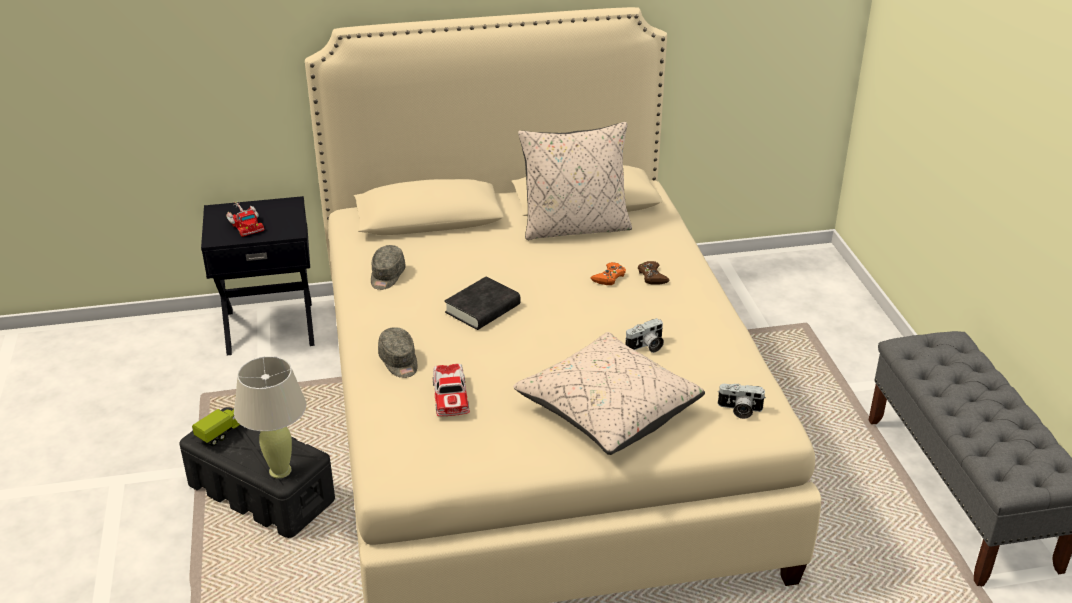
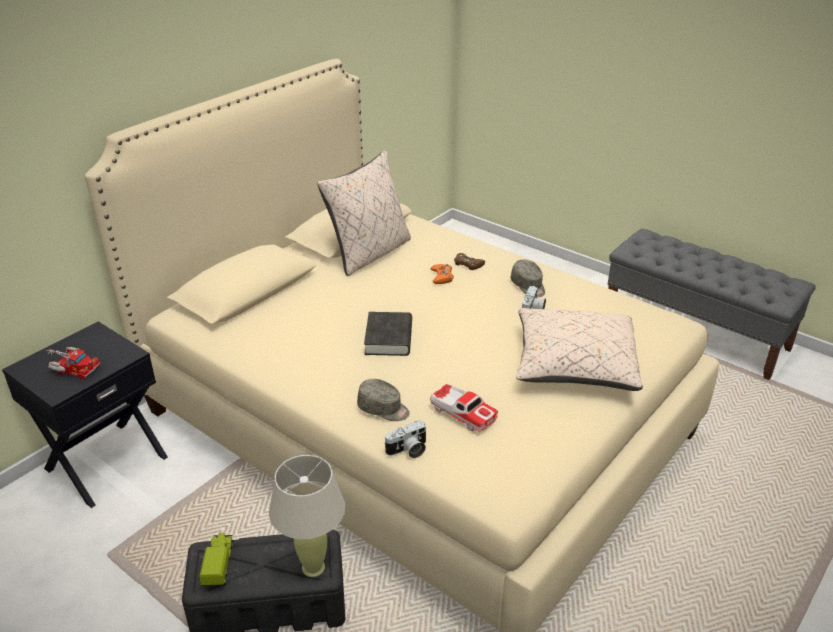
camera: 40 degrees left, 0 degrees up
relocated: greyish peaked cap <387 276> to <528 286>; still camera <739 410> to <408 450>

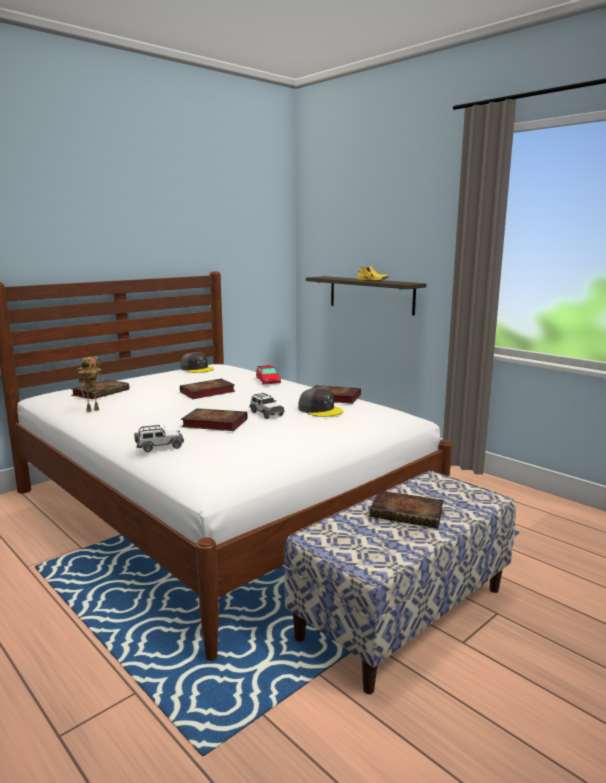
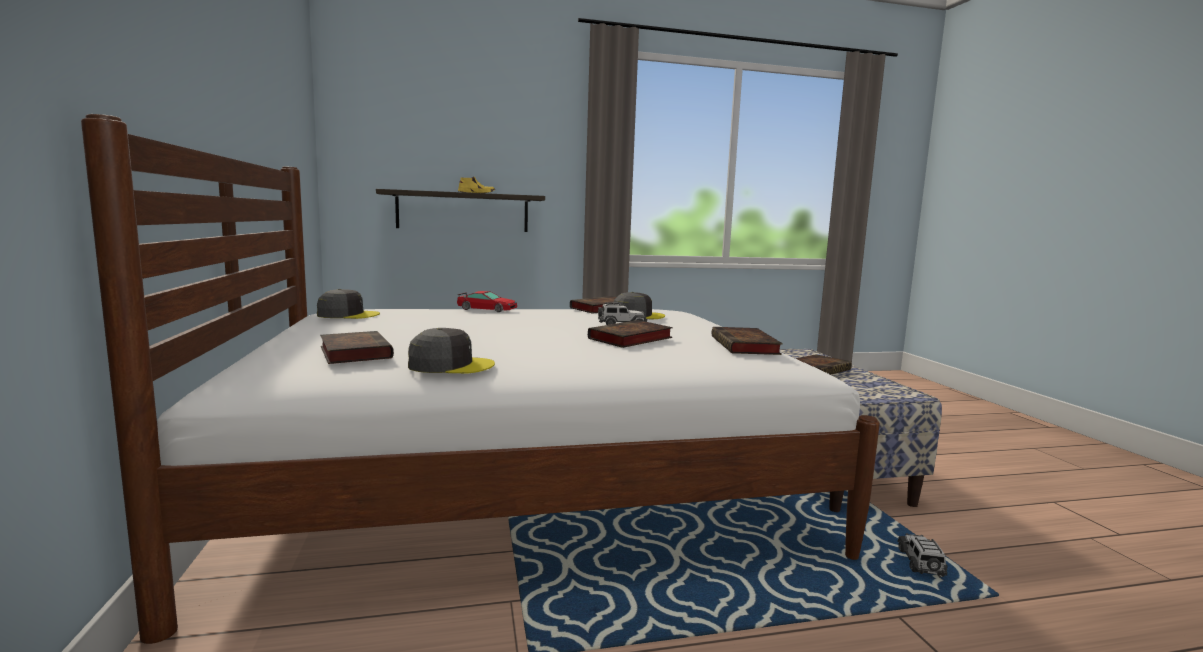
camera: 60 degrees left, 5 degrees down
relocated: model car <160 447> to <921 564>; bound book <206 392> to <746 346>
exchanged: toy robot <93 410> to greyish peaked cap <450 365>

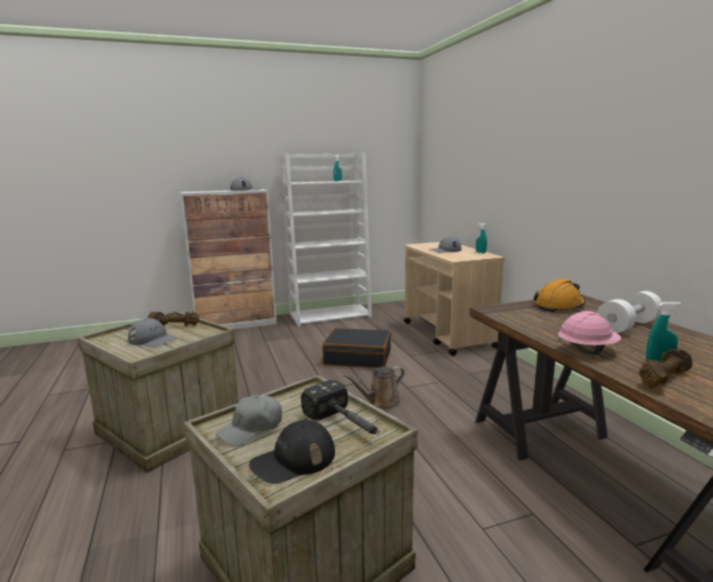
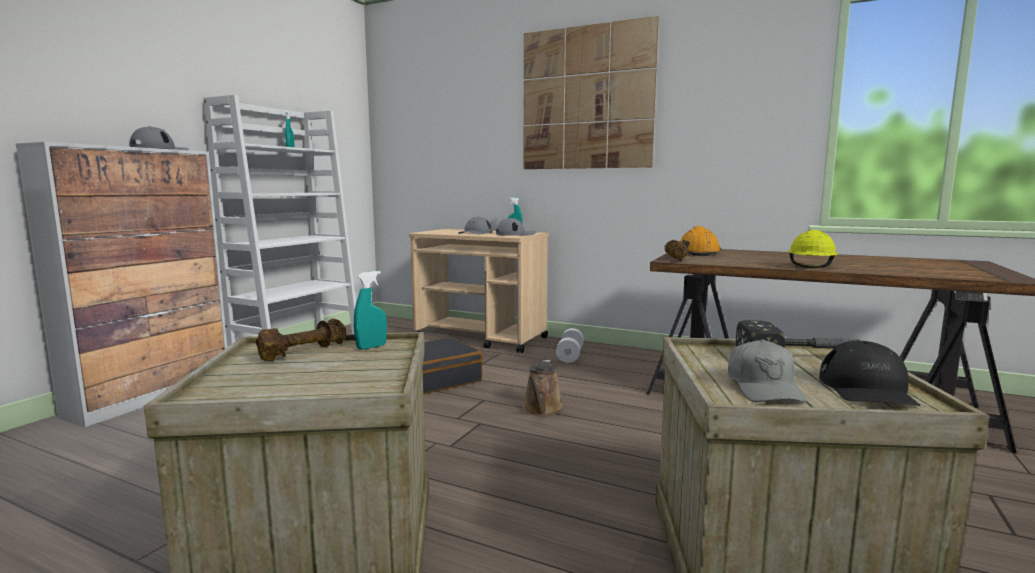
camera: 45 degrees left, 5 degrees down
appeared: wall art <586 98>
relocated: greyish peaked cap <152 339> to <516 234>; whitish dumbbell <628 326> to <570 355>; brown dumbbell <663 378> to <675 258>; turquoise-coloured hand sprayer <659 361> to <371 347>
colour: pink-coloured work helmet <587 350> to yellow work helmet <810 267>

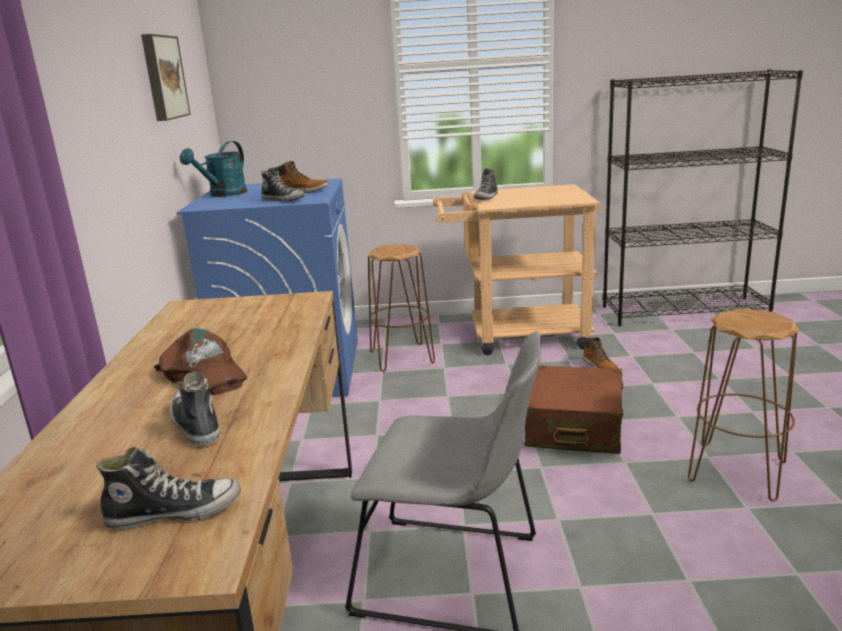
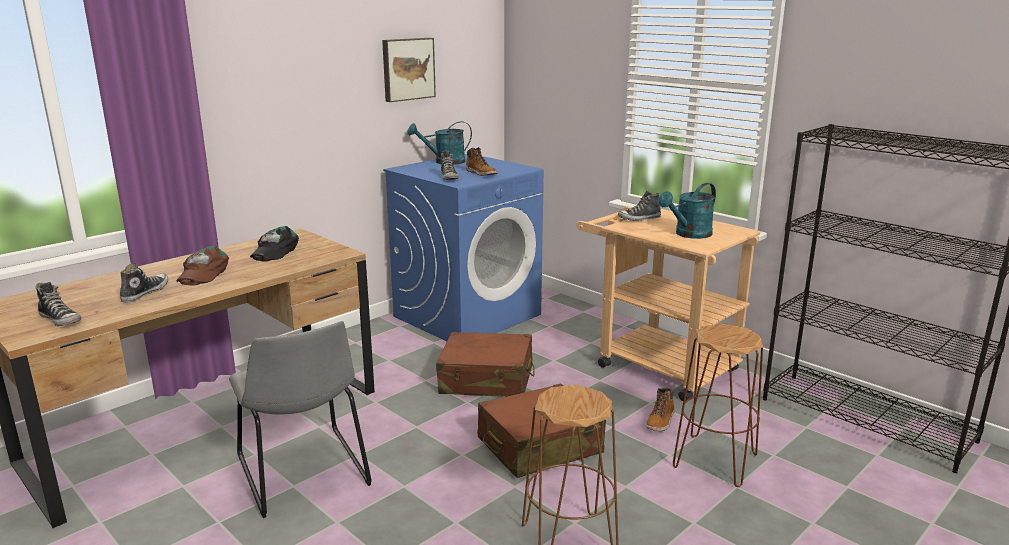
camera: 45 degrees right, 0 degrees up
appeared: black peaked cap <274 251>; brown travel case <487 380>; turquoise-coloured watering pot <689 234>
relocated: brown sitting stool <402 357> to <714 461>

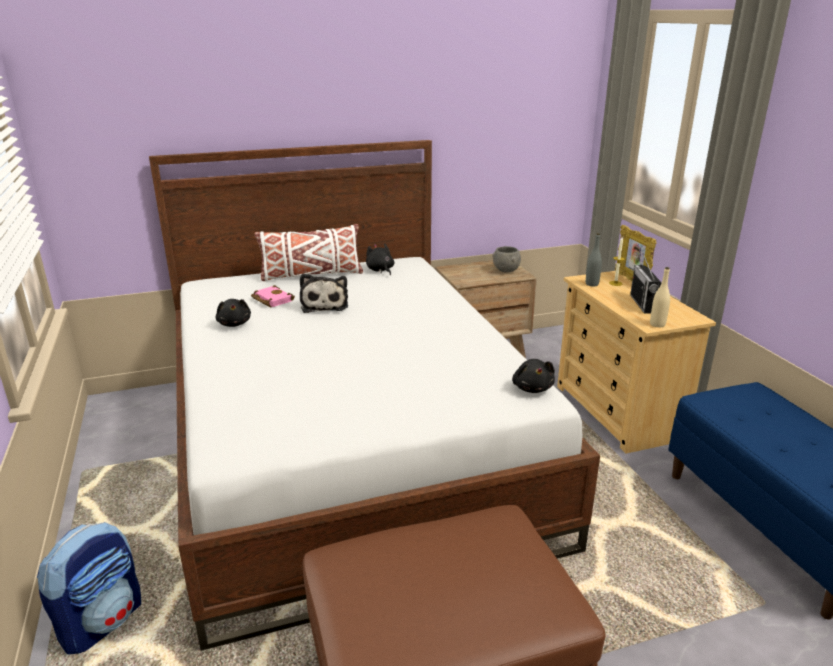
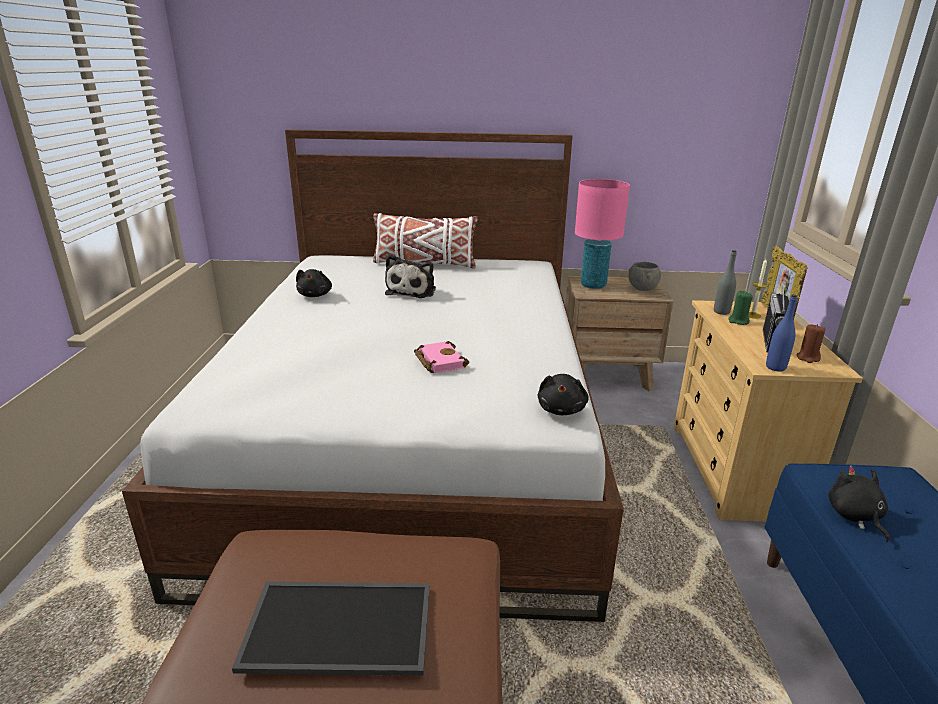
camera: 20 degrees right, 0 degrees up
missing: rucksack <102 621>
appeared: serving tray <336 629>; pink-coloured lamp for a table <593 285>; greenish wax candle <738 321>; brown wax candle <808 358>
relocated: pink-coloured bound book <271 300> to <438 361>; black plush toy <380 270> to <855 516>
colour: beige beverage bottle <657 324> to blue beverage bottle <775 367>

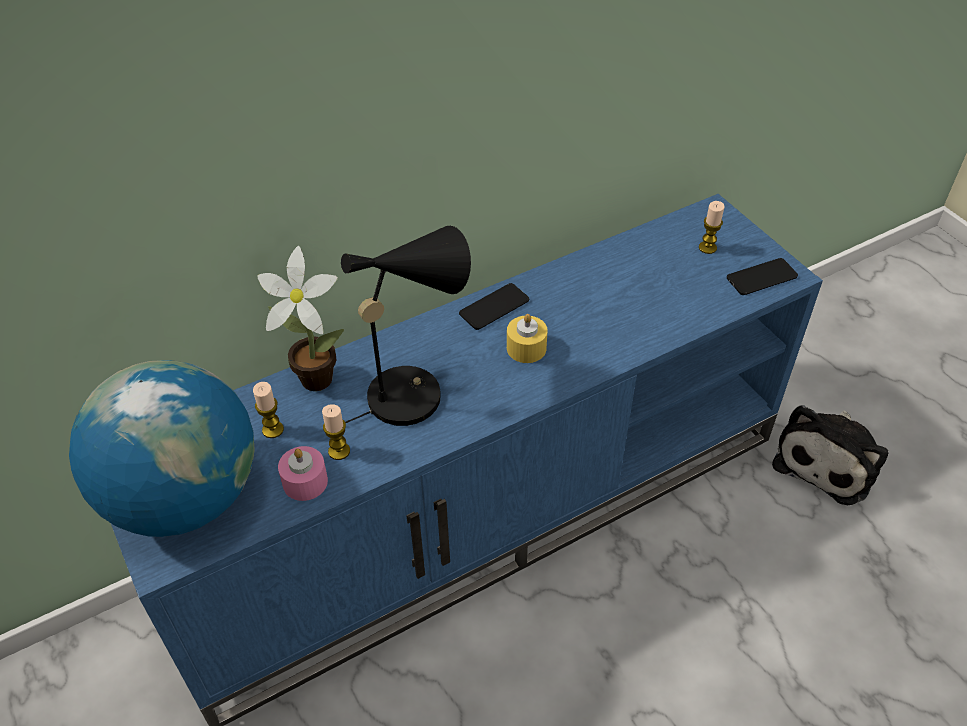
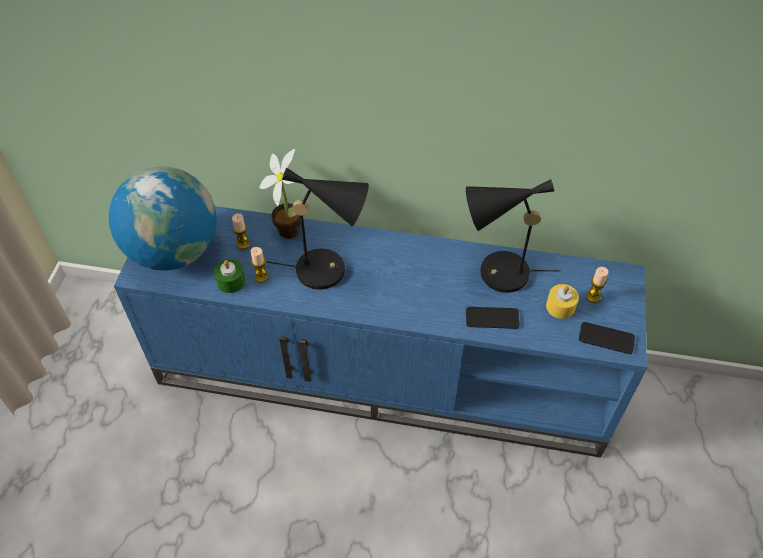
camera: 40 degrees right, 5 degrees up
missing: plush toy <828 460>
appeared: black lamp for a table <496 274>
relocated: telephone <494 307> to <492 318>; yellow wax candle <526 348> to <560 306>
colour: pink-coloured wax candle <305 482> to greenish wax candle <231 281>

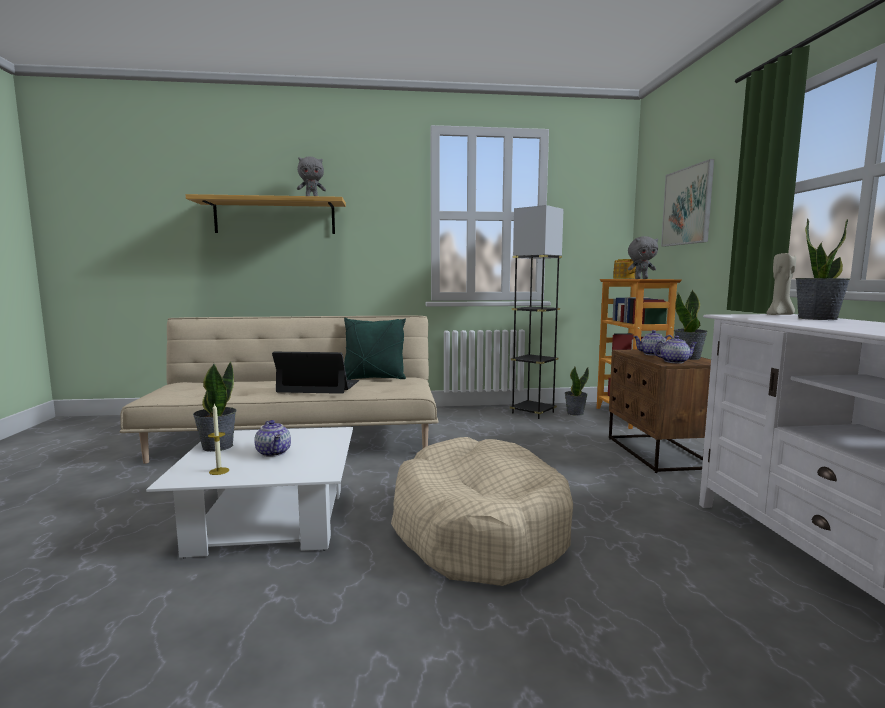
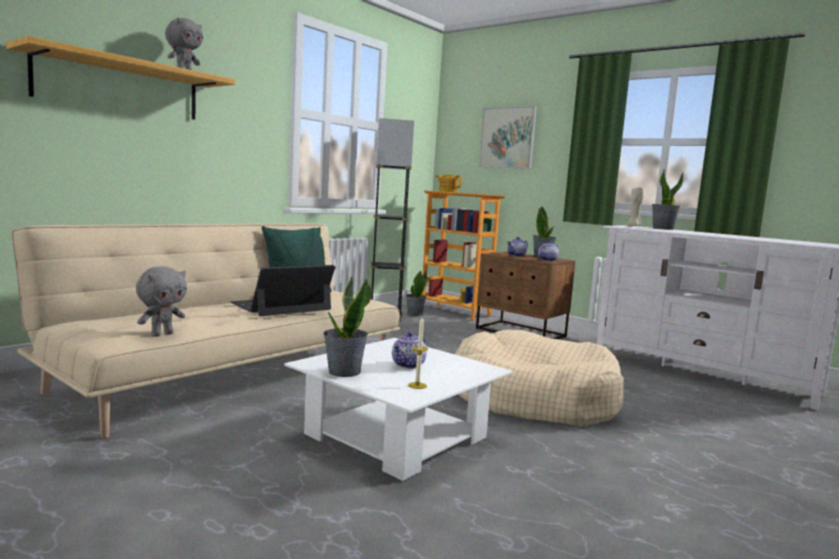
camera: 45 degrees left, 0 degrees up
relocated: greyish plush toy <641 279> to <162 334>
spun: pot for tea <274 453> = <408 365> 105 degrees clockwise

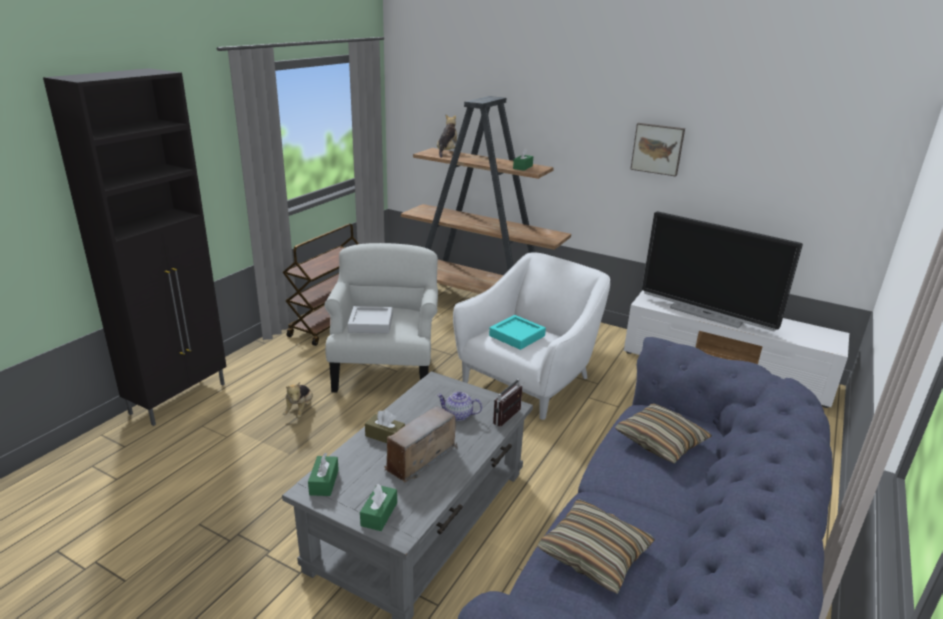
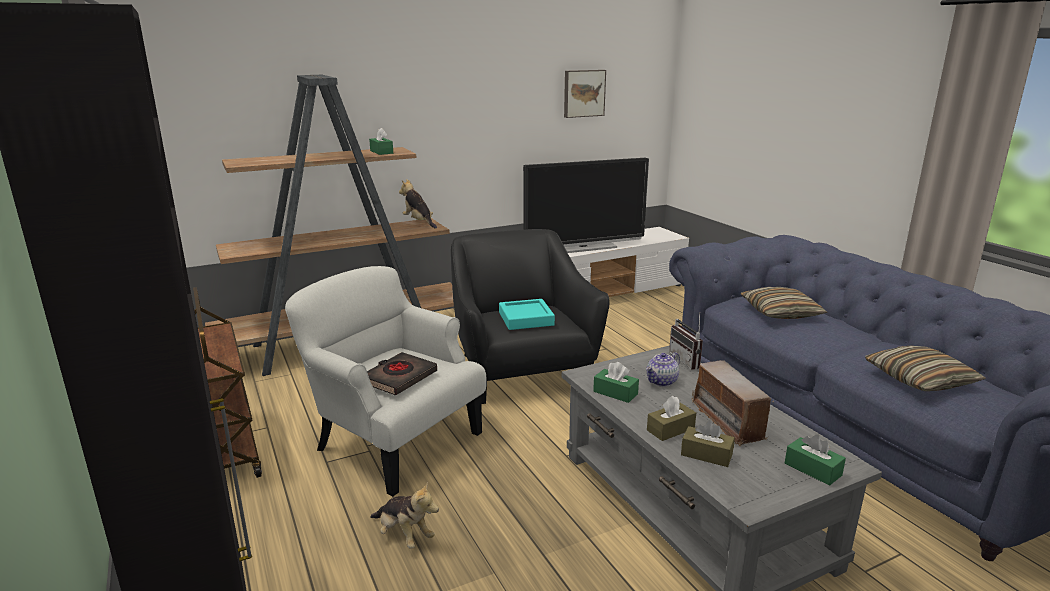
camera: 55 degrees left, 5 degrees down
appeared: brown box of tissues <706 454>
relocated: greenish box of tissues <324 482> to <615 393>; plush toy <447 152> to <419 222>; wall art <657 149> to <583 93>
exchanged: greyish serving tray <371 324> to black bound book <399 378>
colour: whitish easy chair <529 380> to black easy chair <521 370>

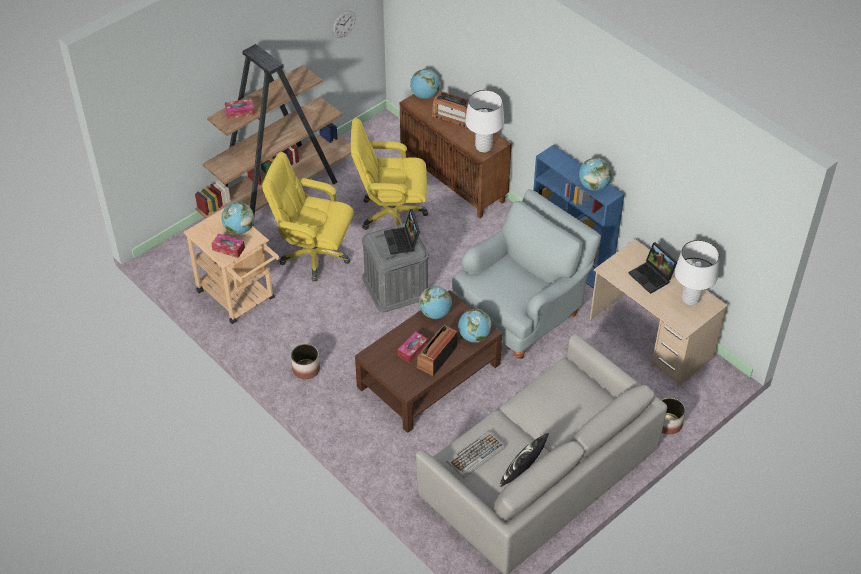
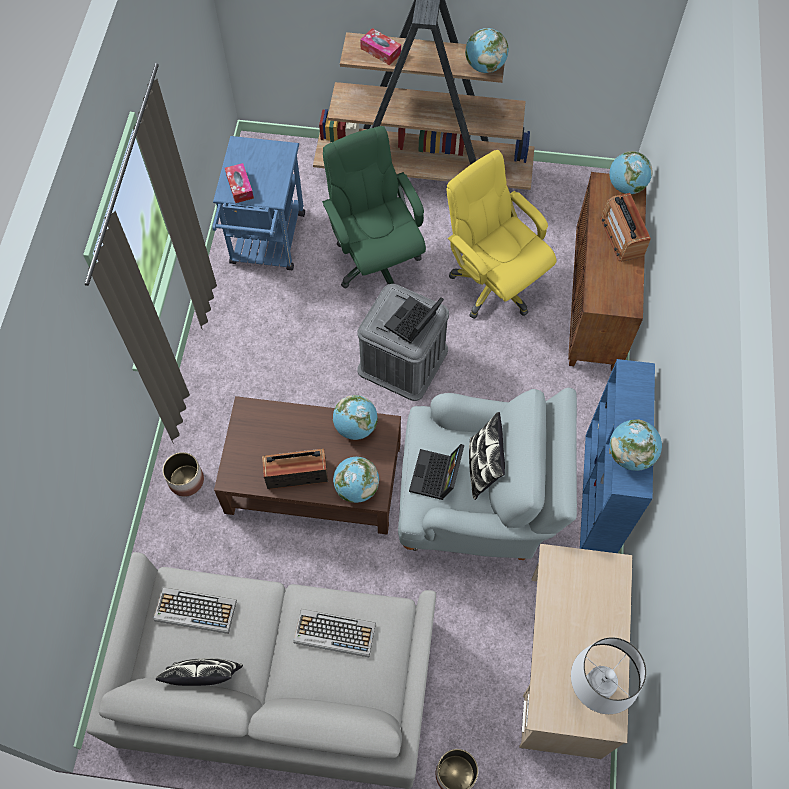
camera: 50 degrees right, 15 degrees up
missing: hanging clock <343 24>; box of tissues <413 350>; whitish lamp for a table <483 147>
appeared: computer keyboard <334 633>; cushion <483 468>
relocated: desk globe <239 229> to <485 66>; plant pot <306 369> to <186 480>; laptop <652 277> to <436 477>
colour: beige wheeled cart <240 298> to blue wheeled cart <266 245>; yellow office chair <314 255> to greenish office chair <375 261>

